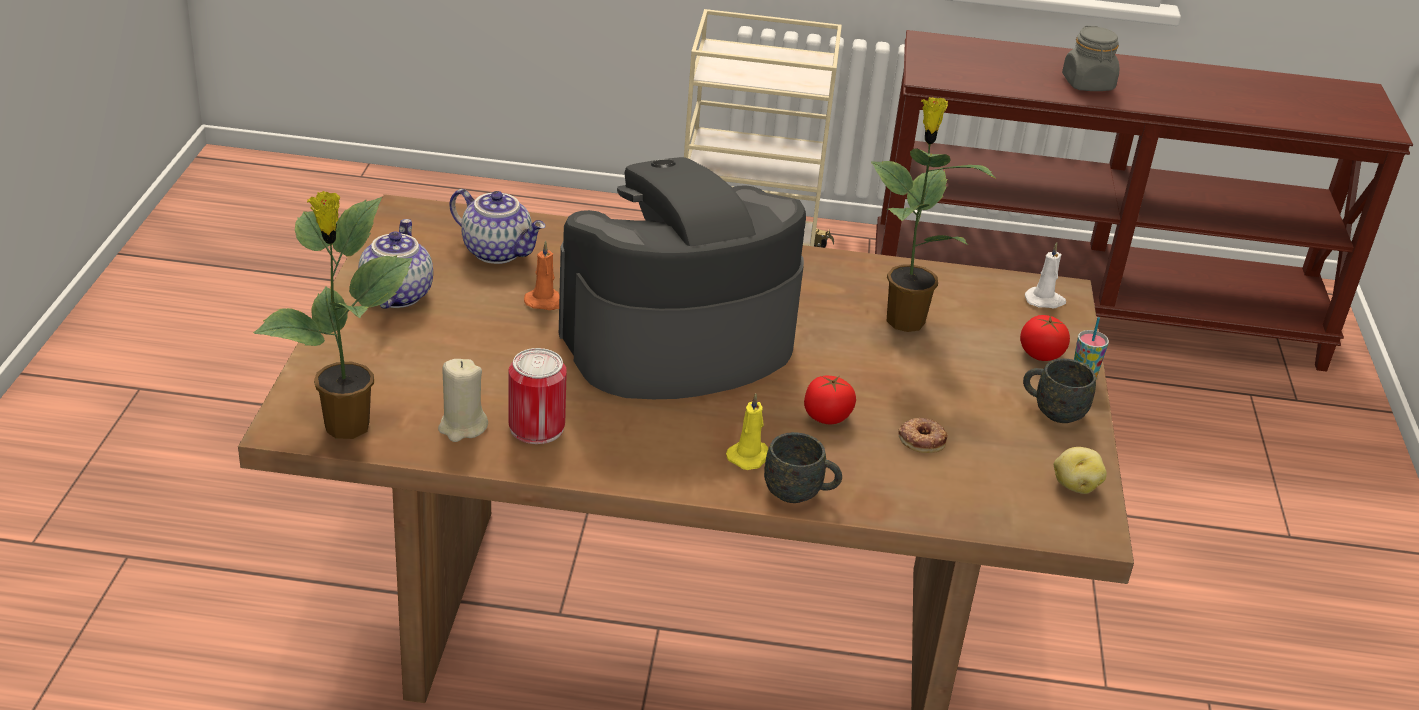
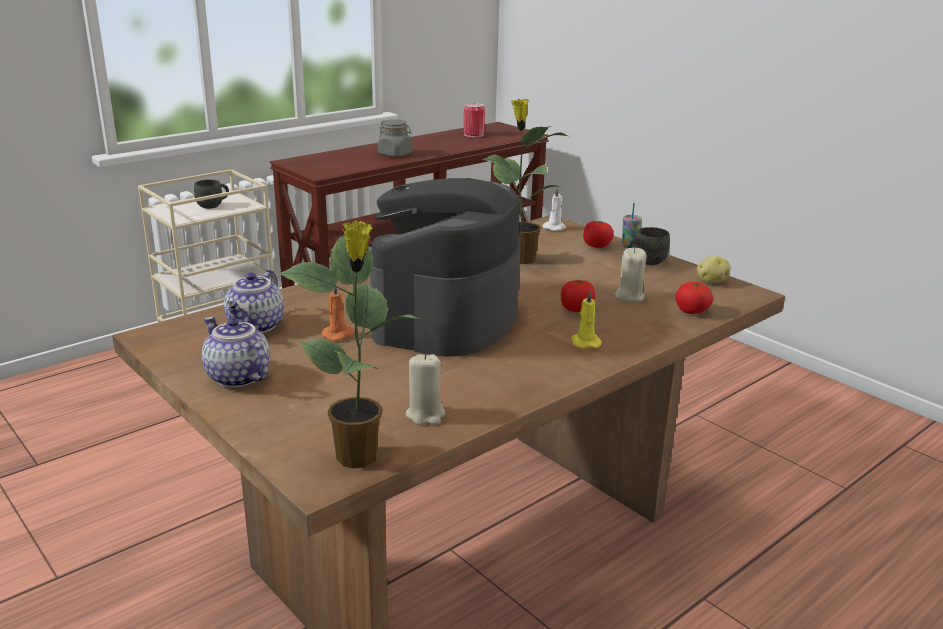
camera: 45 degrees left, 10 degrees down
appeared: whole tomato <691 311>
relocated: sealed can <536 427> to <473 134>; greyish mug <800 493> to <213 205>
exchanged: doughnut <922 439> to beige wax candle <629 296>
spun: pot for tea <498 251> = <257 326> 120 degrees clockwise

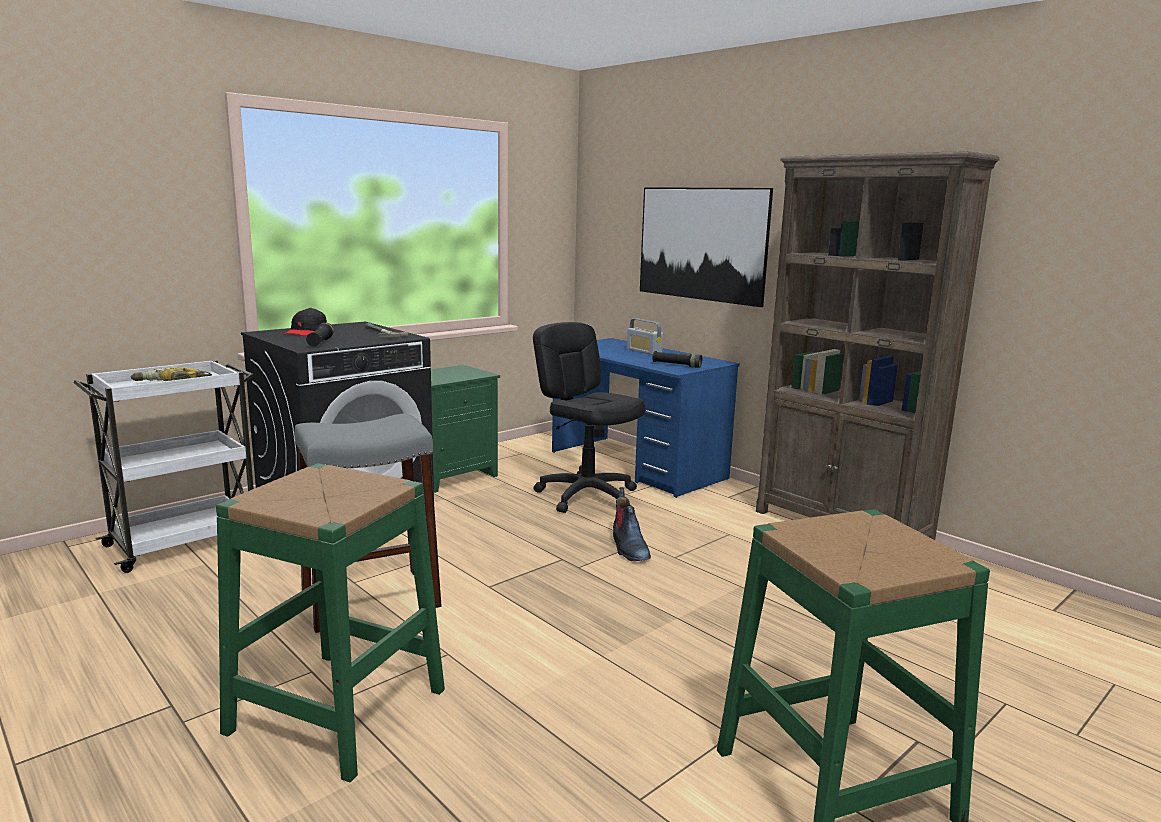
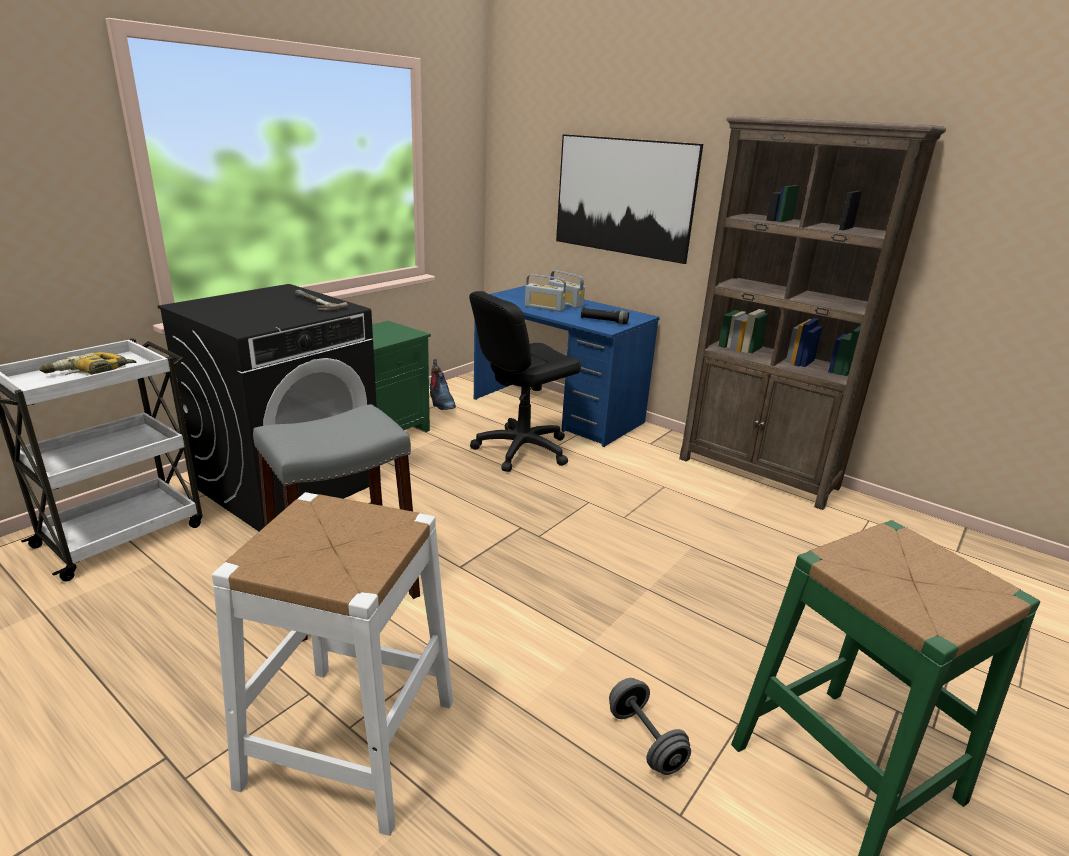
camera: 10 degrees left, 10 degrees up
missing: black peaked cap <306 332>; black hand torch <320 342>
appeared: radio receiver <544 308>; greyish dumbbell <645 740>
relocated: tall boot <629 548> to <441 401>
colour: greenish sitting stool <337 710> to whitish sitting stool <350 742>
spun: black office chair <587 495> = <522 449> 75 degrees counterclockwise

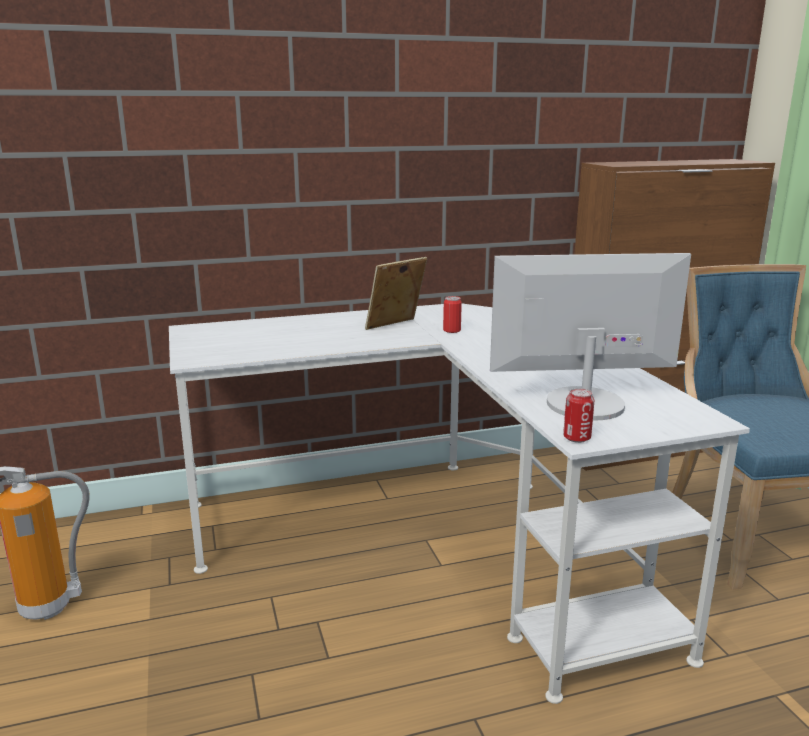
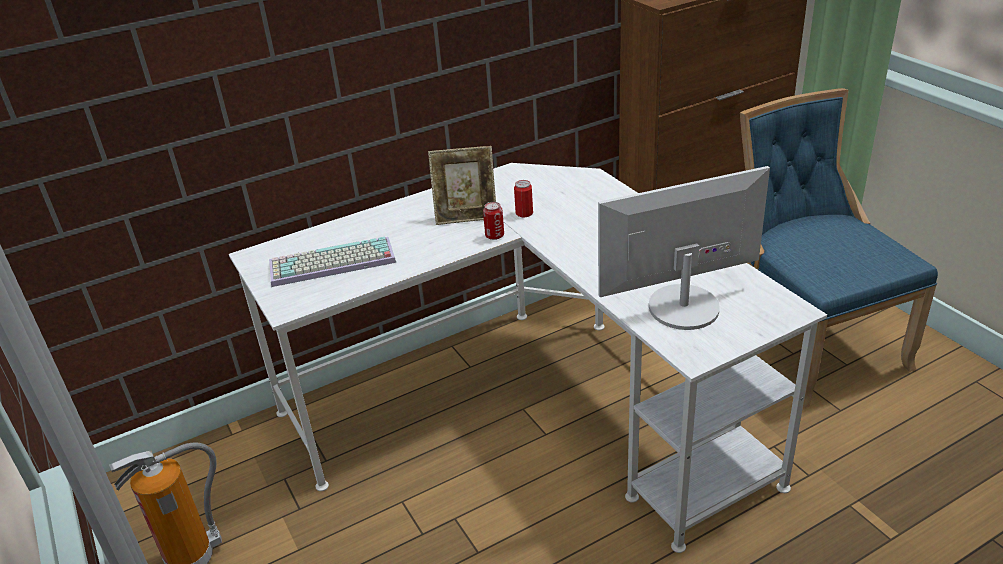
camera: 10 degrees left, 15 degrees up
appeared: computer keyboard <331 264>
relocated: sealed can <576 438> to <494 236>
spun: standing frame <396 326> = <466 216> 135 degrees counterclockwise

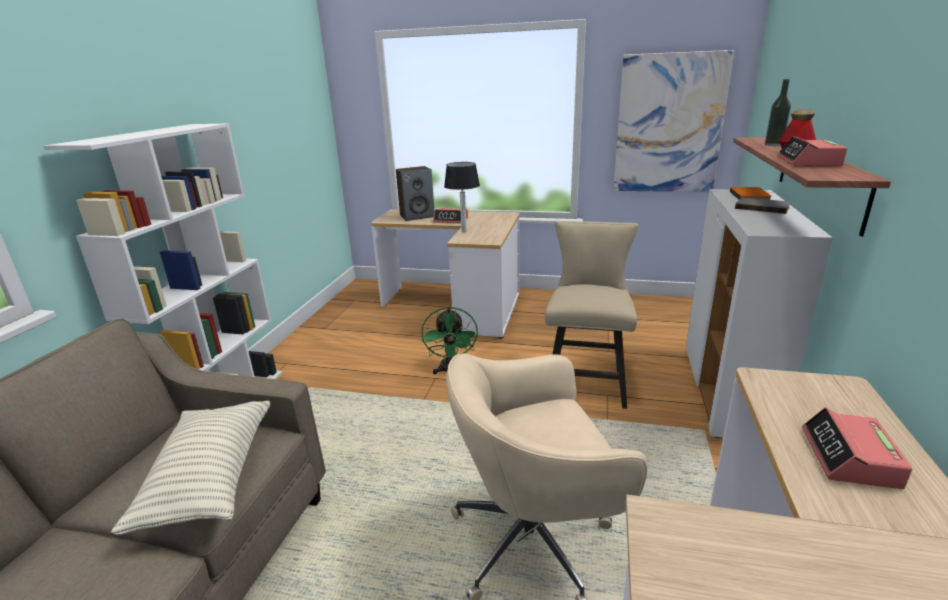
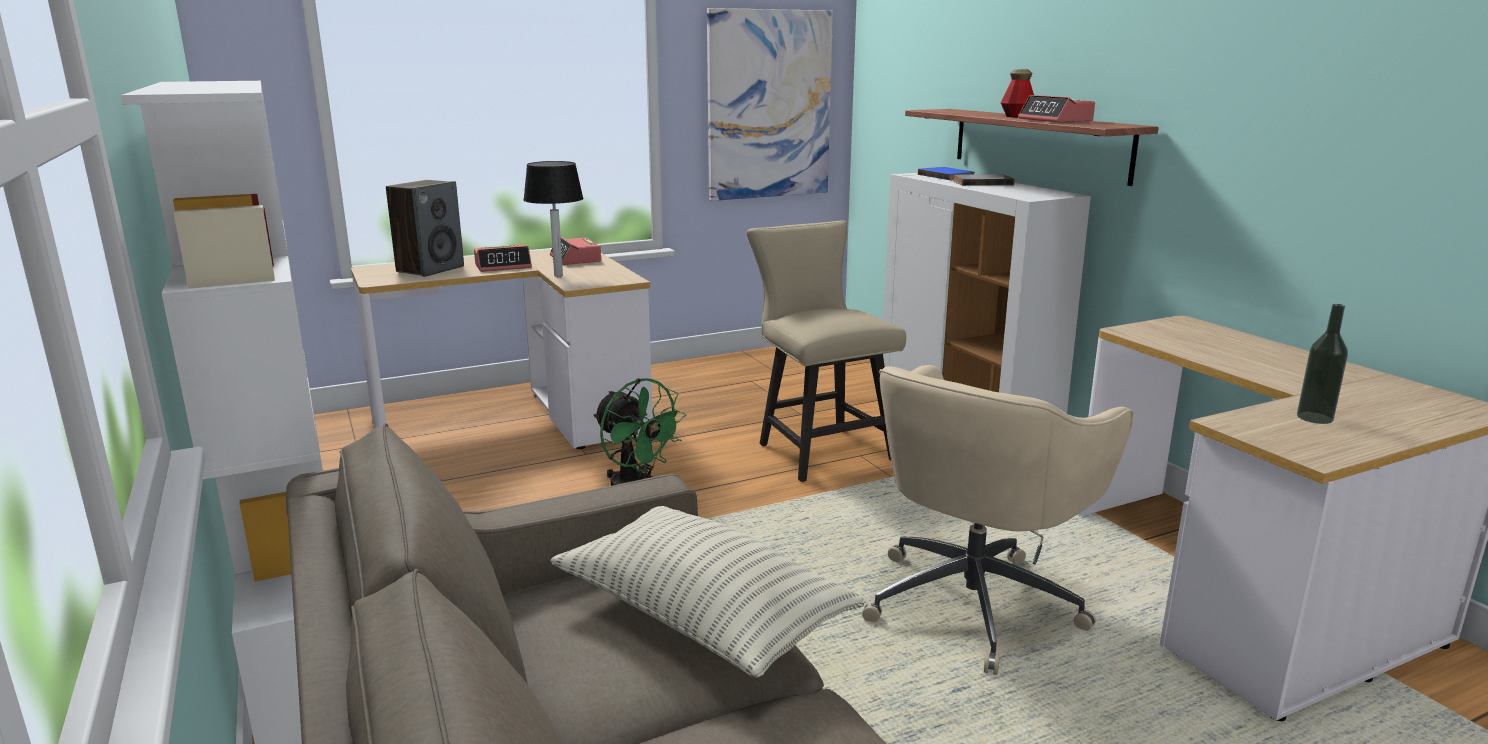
camera: 40 degrees left, 5 degrees down
relocated: beverage bottle <773 145> to <1314 418>; table clock <849 458> to <575 259>
colour: orange-coloured bound book <751 196> to blue bound book <947 176>

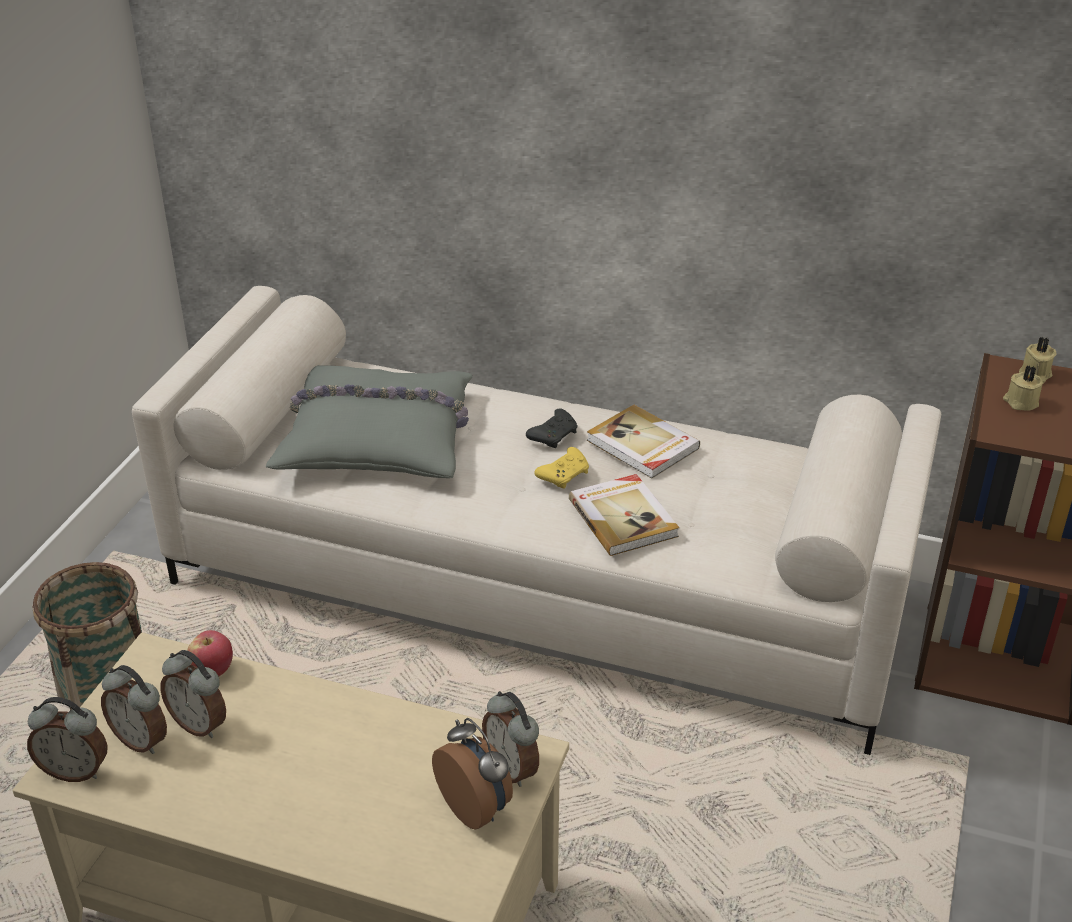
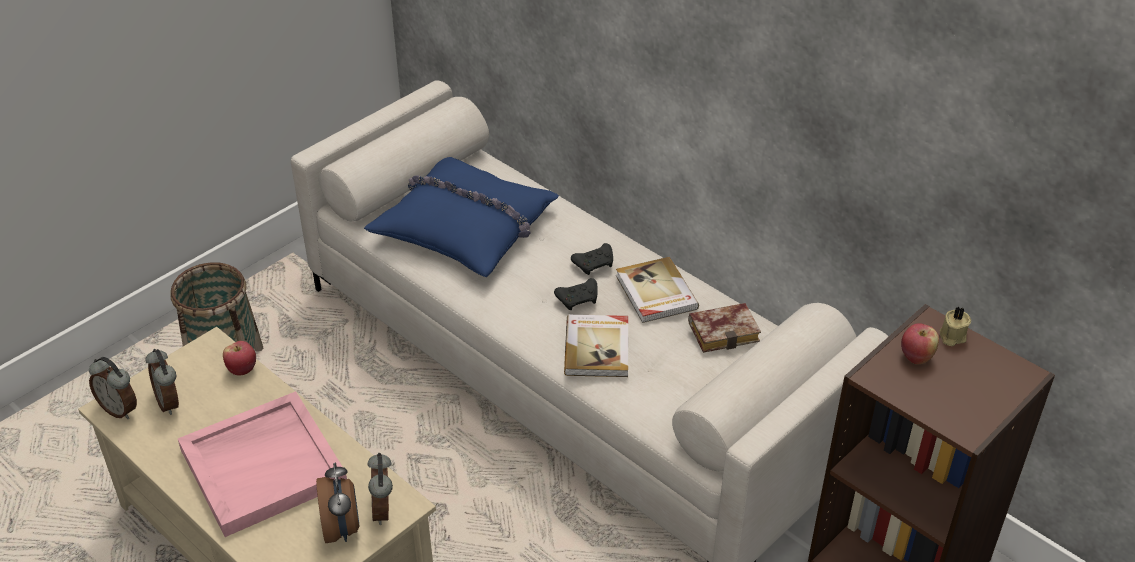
camera: 25 degrees right, 5 degrees up
missing: table clock <200 724>
appeared: pink-coloured serving tray <264 465>; bound book <725 331>
exchanged: beige wax candle <1020 402> to whole apple <916 357>
colour: greyish cushion <378 438> to blue cushion <466 227>; yellow joypad <564 475> to black joypad <579 299>

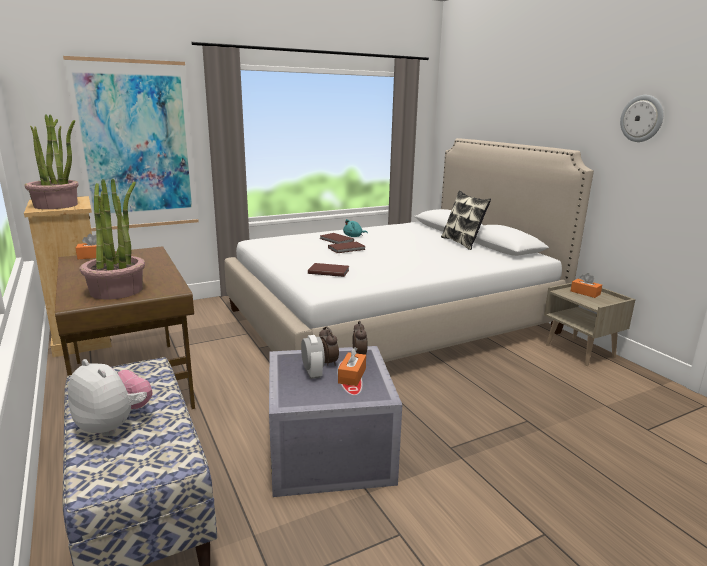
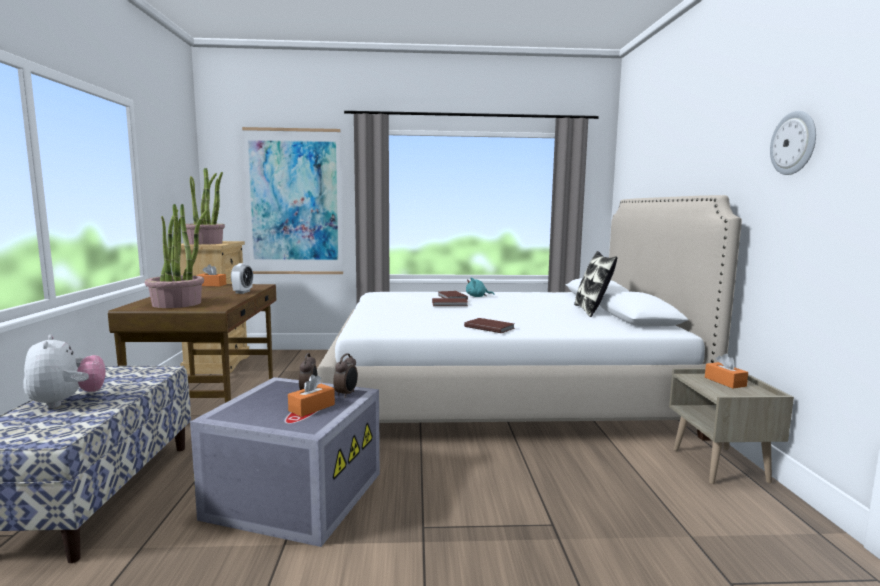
camera: 25 degrees right, 10 degrees down
relocated: table clock <312 373> to <242 292>; brown bound book <328 271> to <489 327>

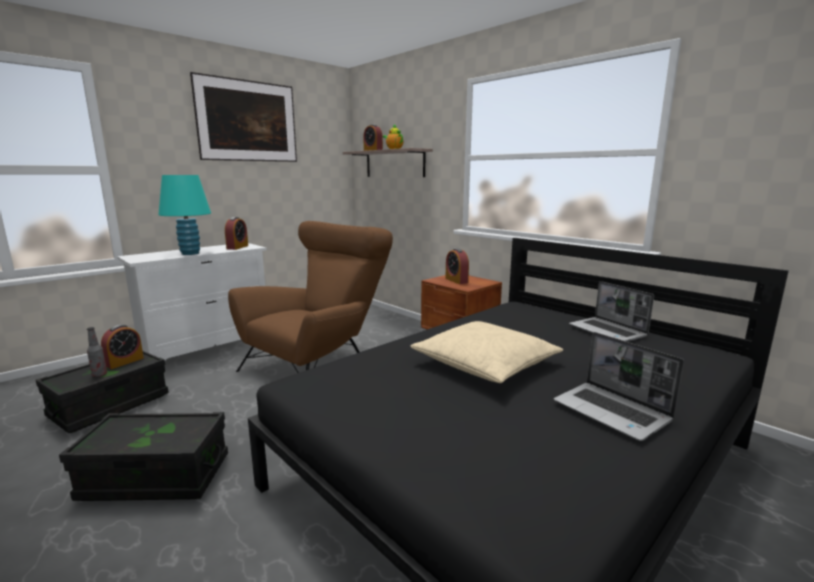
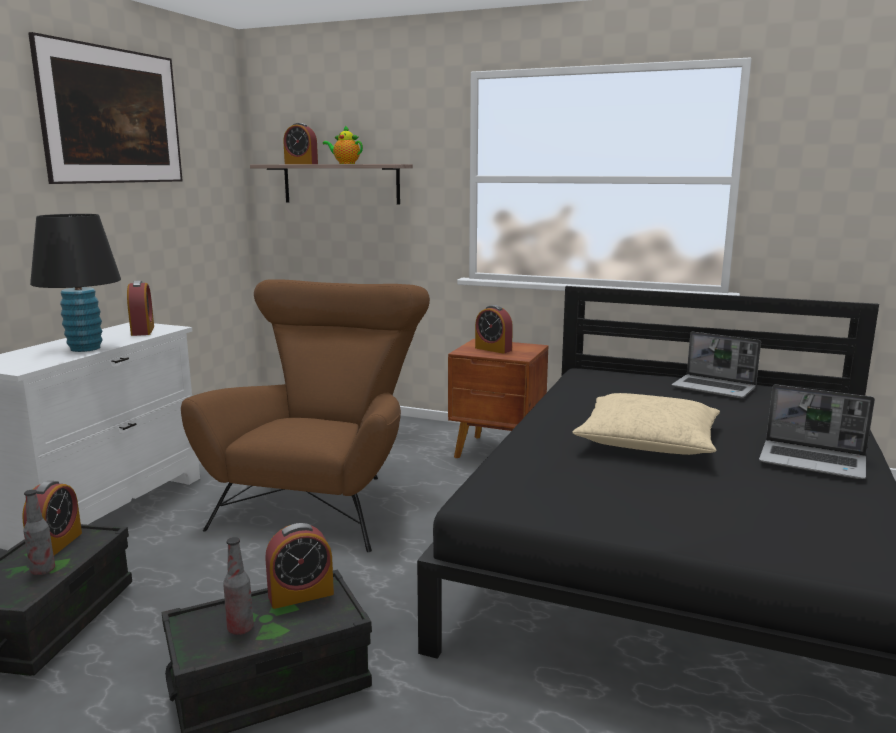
camera: 25 degrees left, 0 degrees up
appeared: beverage bottle <240 629>; table clock <301 595>
colour: turquoise-coloured lamp for a table <190 253> to black lamp for a table <85 348>

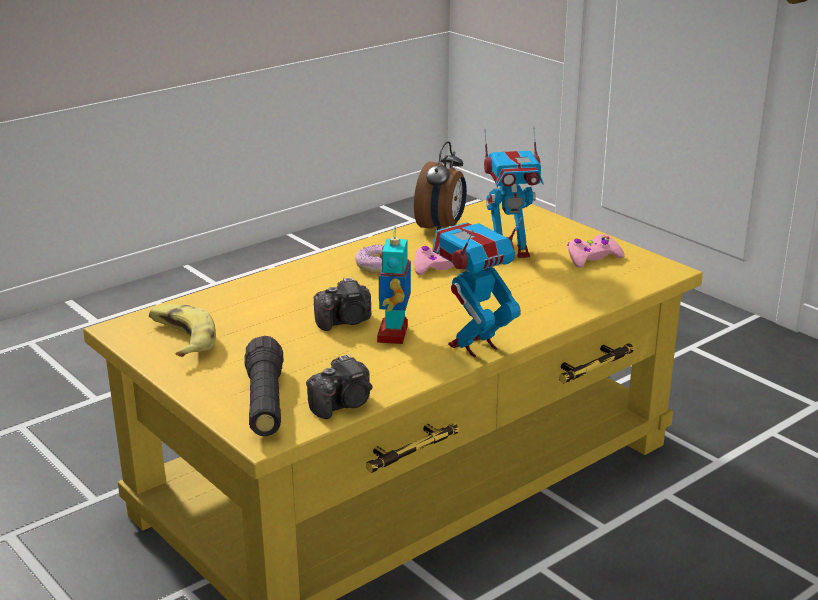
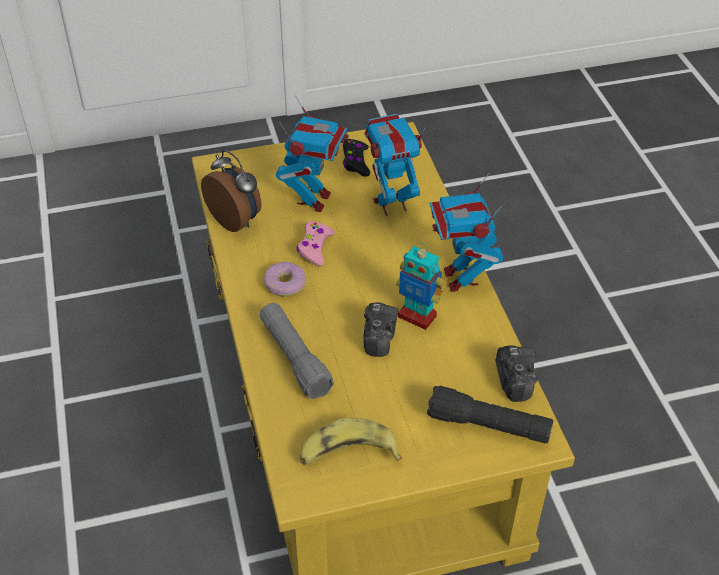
camera: 65 degrees left, 20 degrees up
appeared: greyish hand torch <294 358>; toy robot <391 204>
colour: pink-coloured joypad <592 258> to black joypad <356 162>

